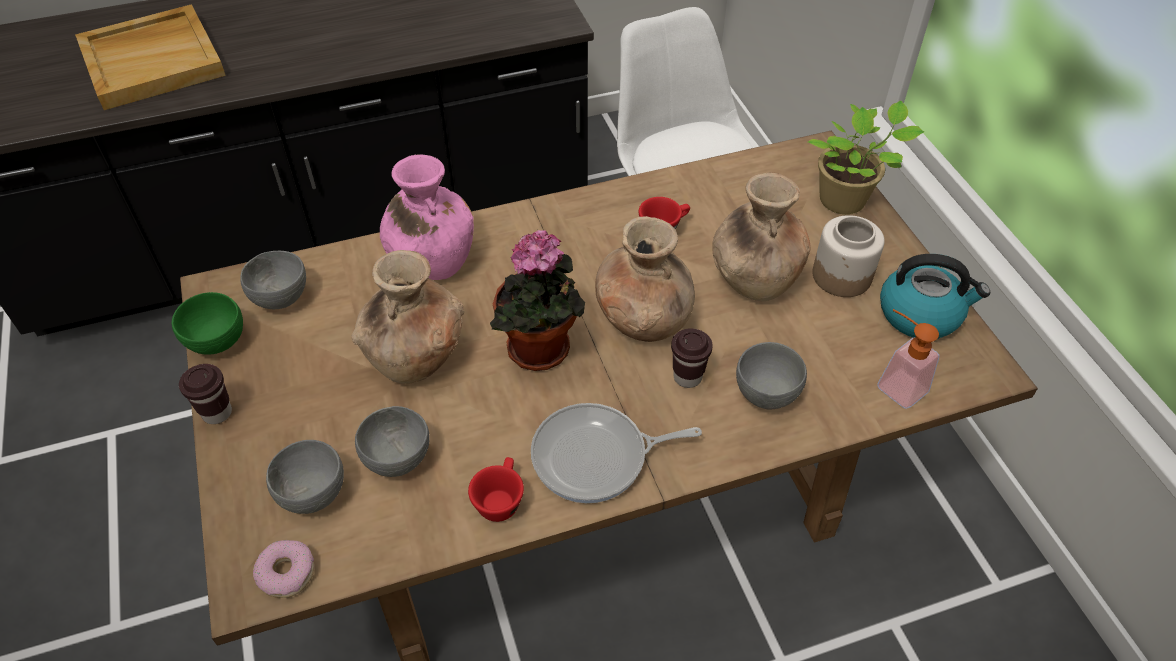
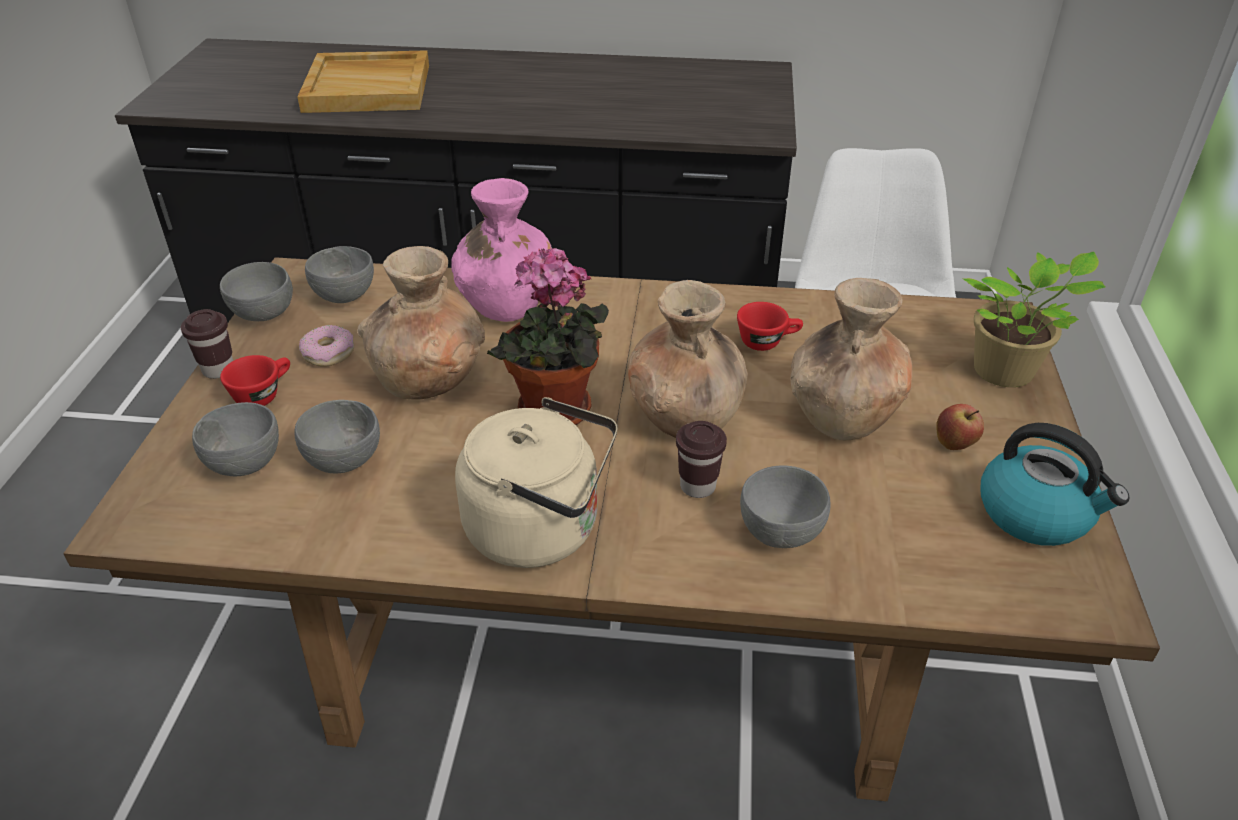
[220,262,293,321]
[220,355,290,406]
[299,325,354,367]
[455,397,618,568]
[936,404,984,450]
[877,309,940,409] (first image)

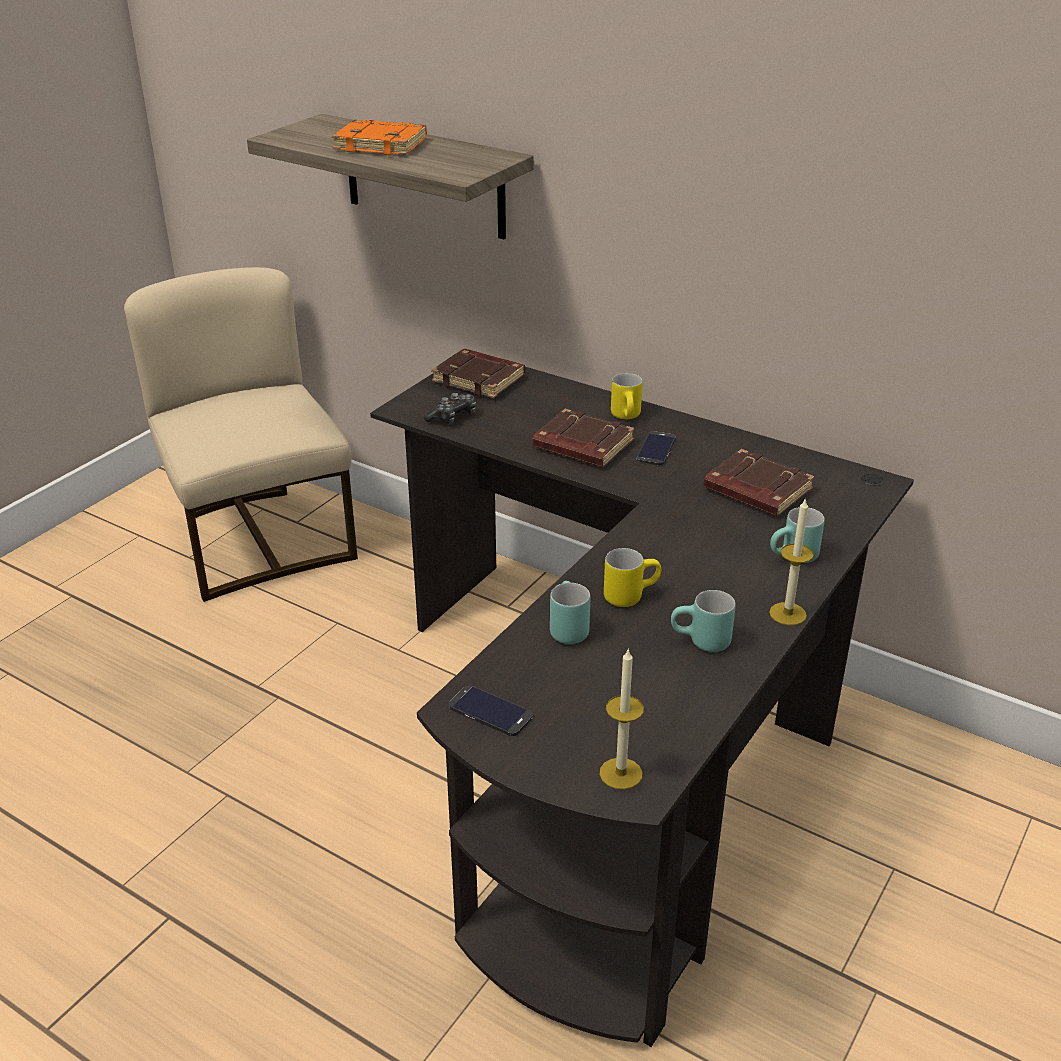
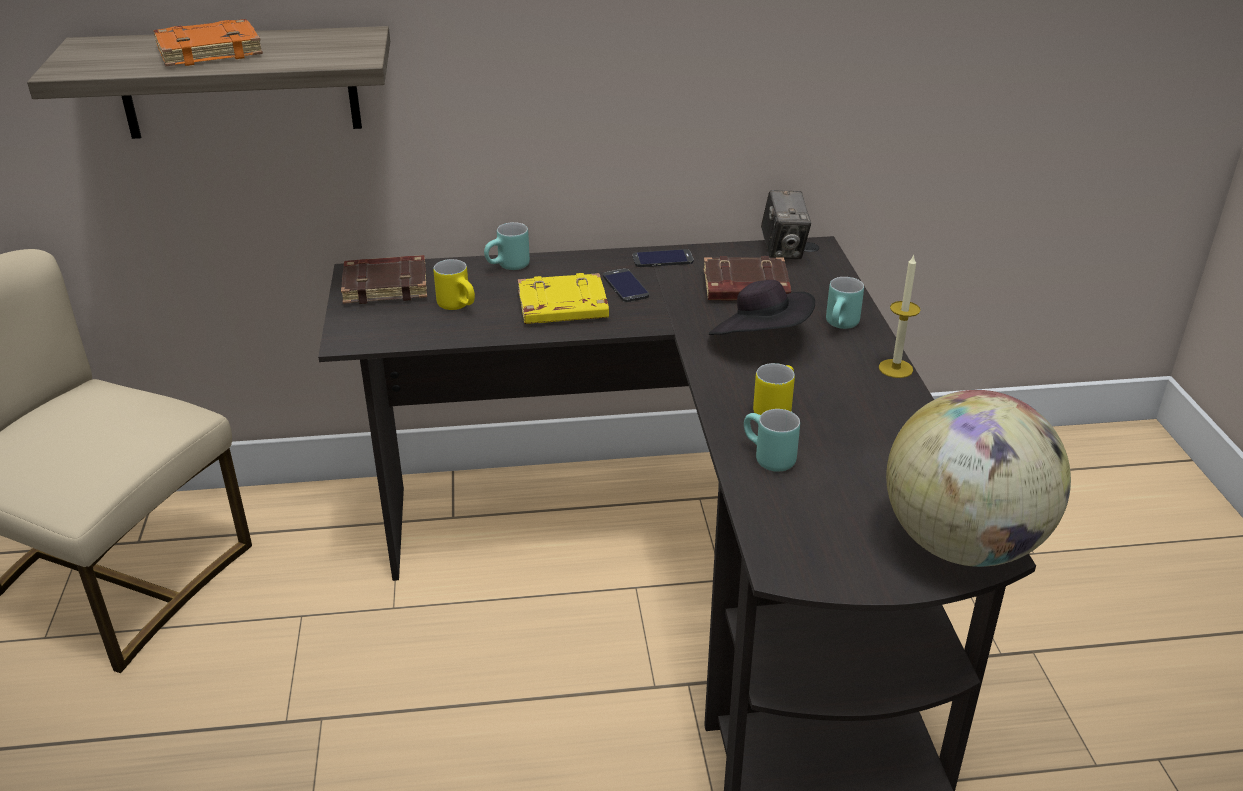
[433,259,475,310]
[484,222,530,270]
[518,273,609,324]
[633,249,693,267]
[709,280,815,335]
[761,190,811,259]
[886,390,1071,567]
[424,393,476,424] (first image)

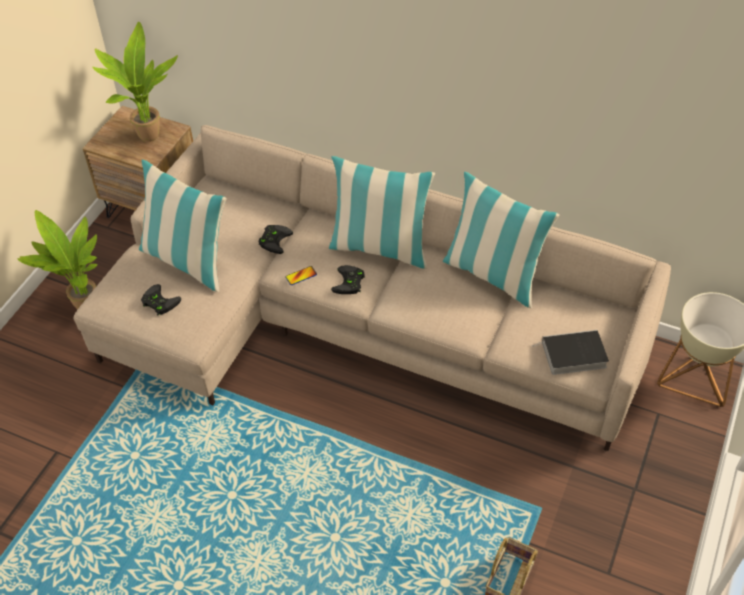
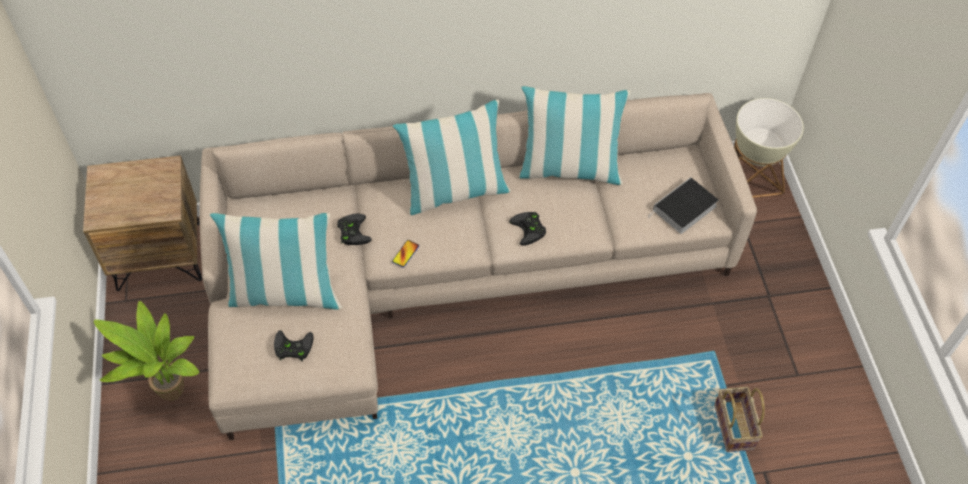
[509,212,546,246]
[92,22,178,142] (first image)

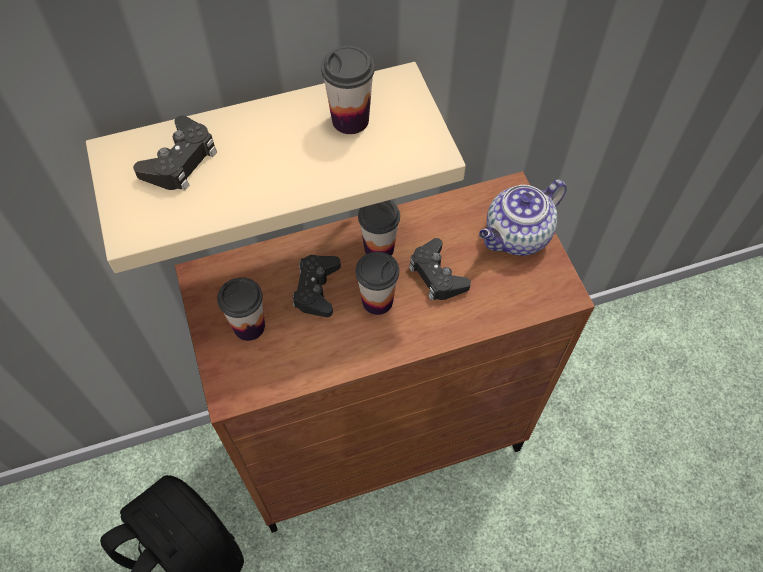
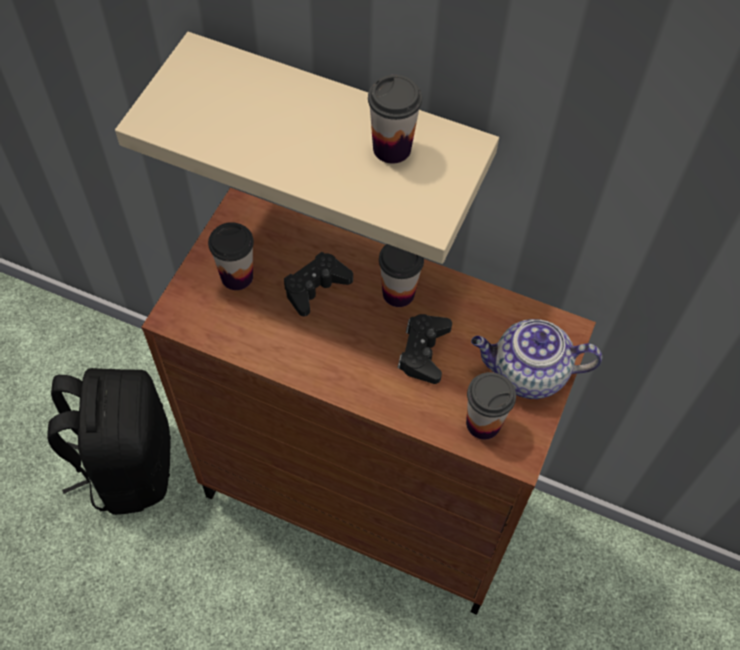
[466,372,516,440]
[133,115,217,191] (first image)

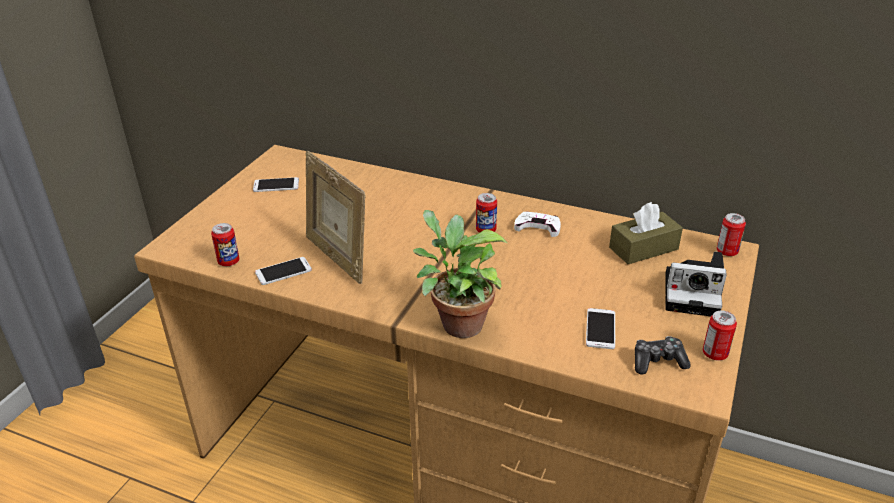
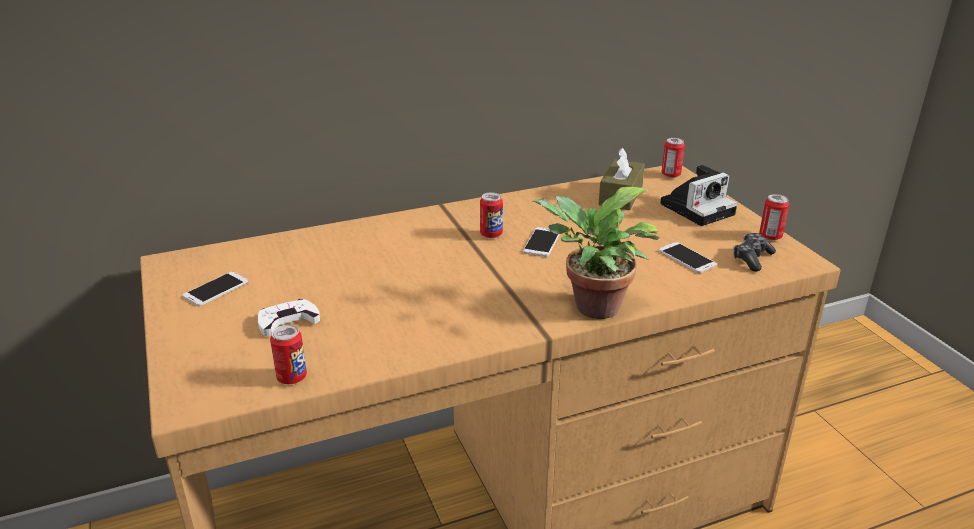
[258,299,320,336]
[523,227,560,257]
[306,150,366,284] (first image)

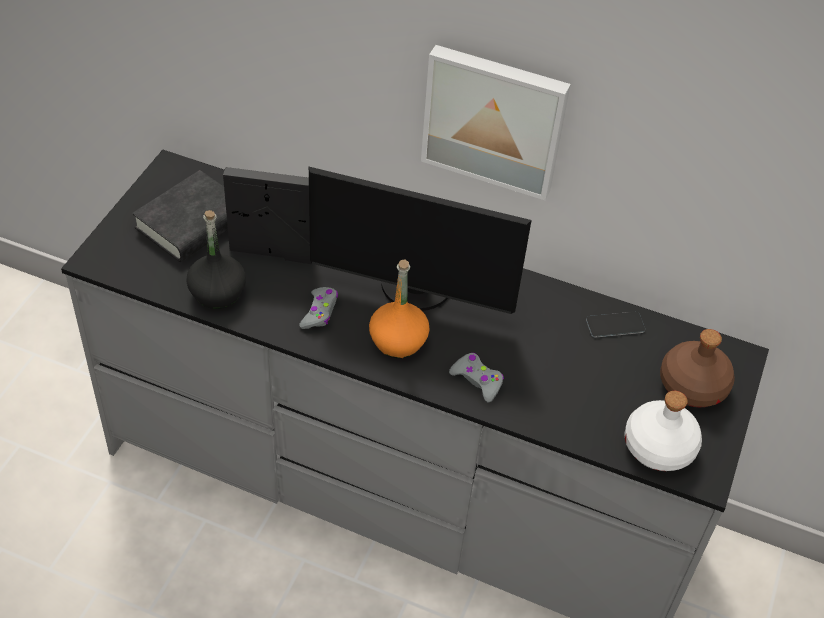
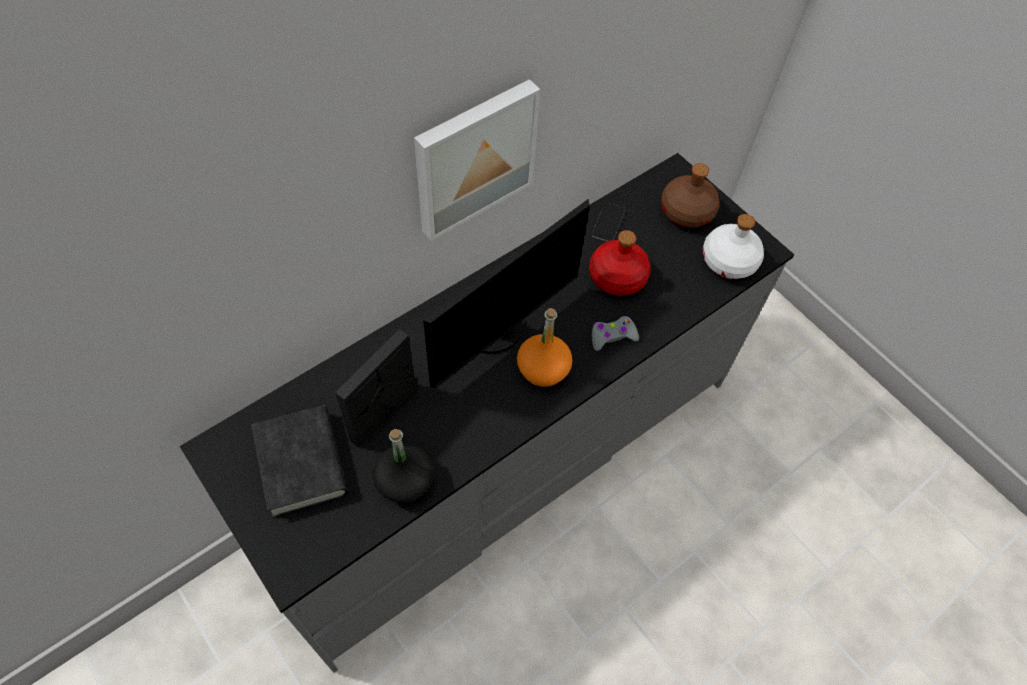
[589,230,651,296]
[299,287,338,329] (first image)

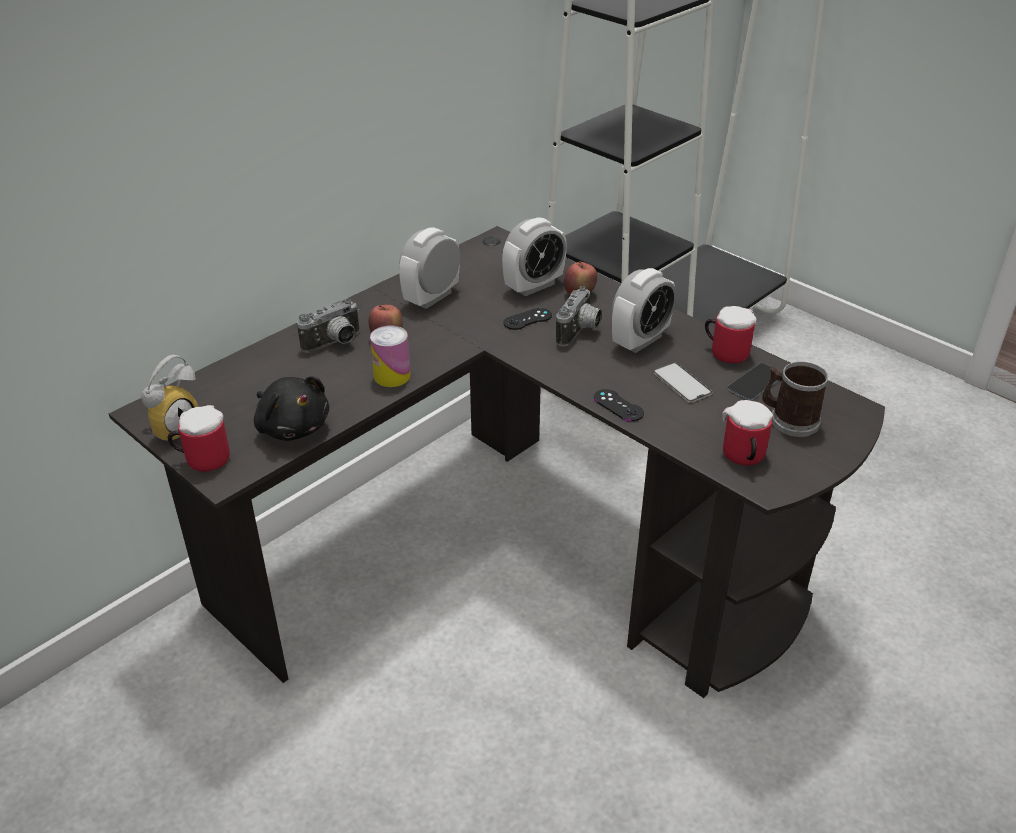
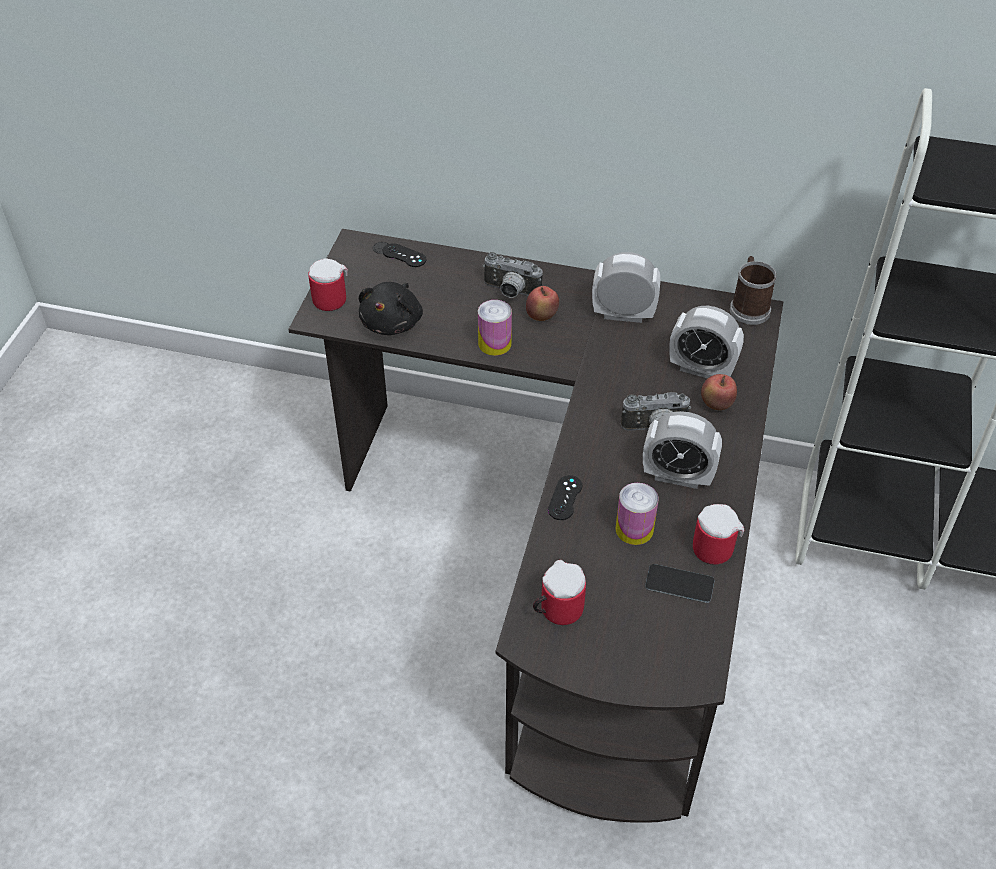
[383,243,426,267]
[616,483,658,545]
[730,256,777,325]
[141,355,198,441] (first image)

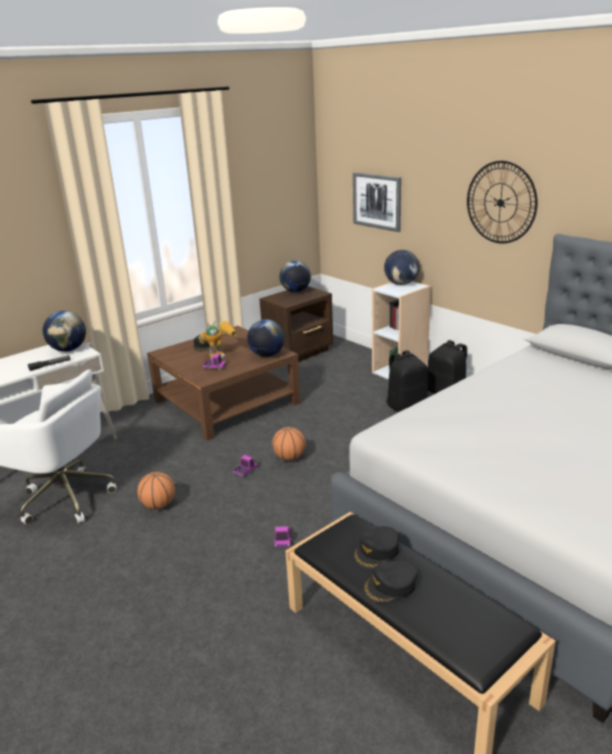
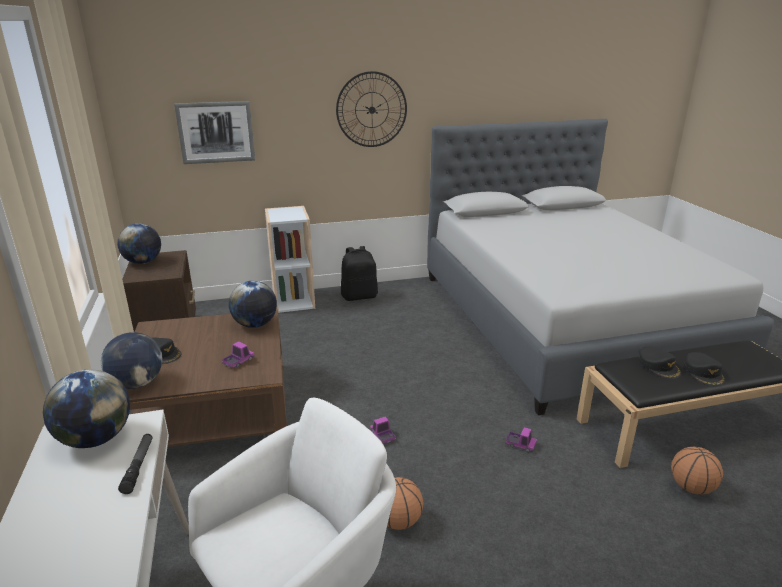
[101,332,163,389]
[671,447,723,495]
[198,321,237,360] (first image)
[386,350,428,412] (first image)

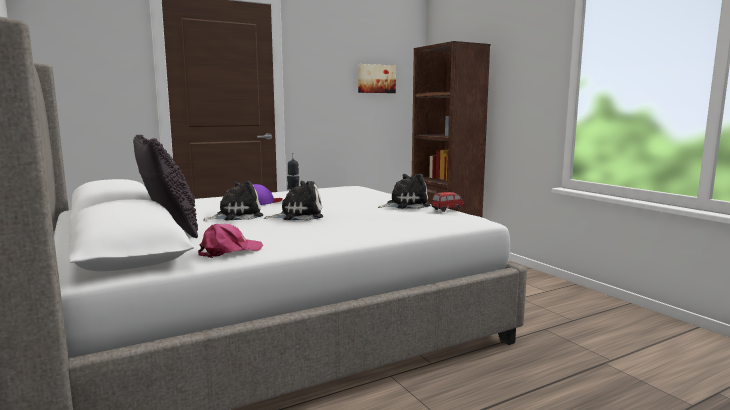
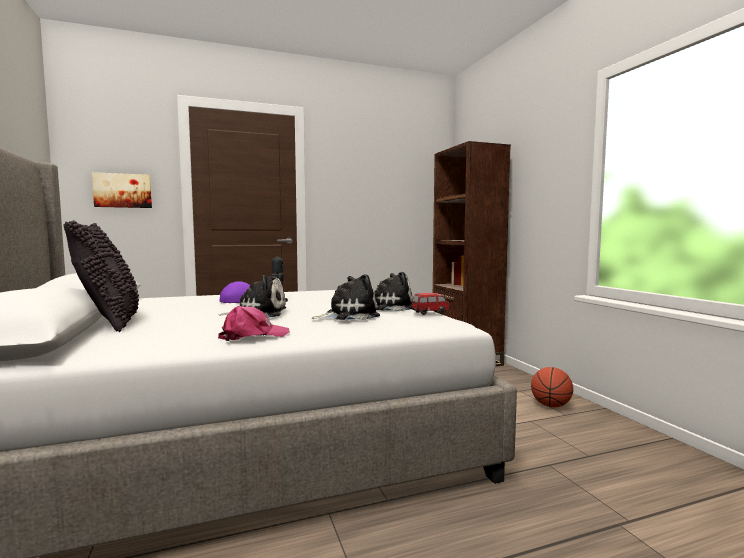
[92,172,152,208]
[218,306,290,341]
[311,274,380,320]
[531,367,573,407]

